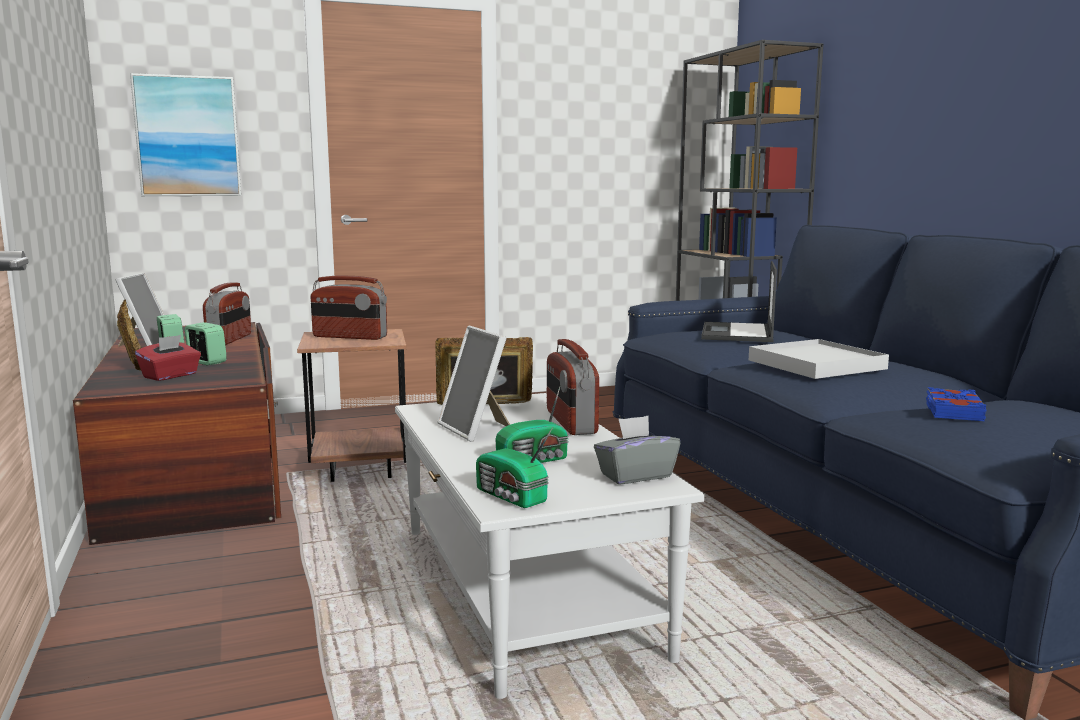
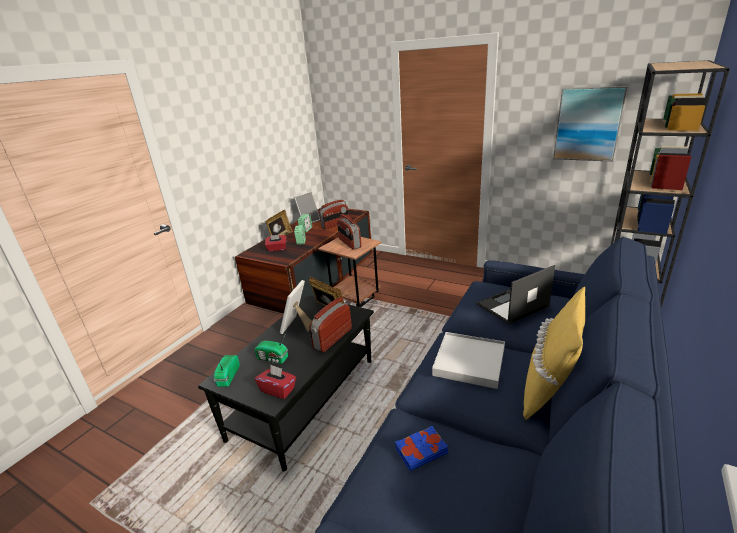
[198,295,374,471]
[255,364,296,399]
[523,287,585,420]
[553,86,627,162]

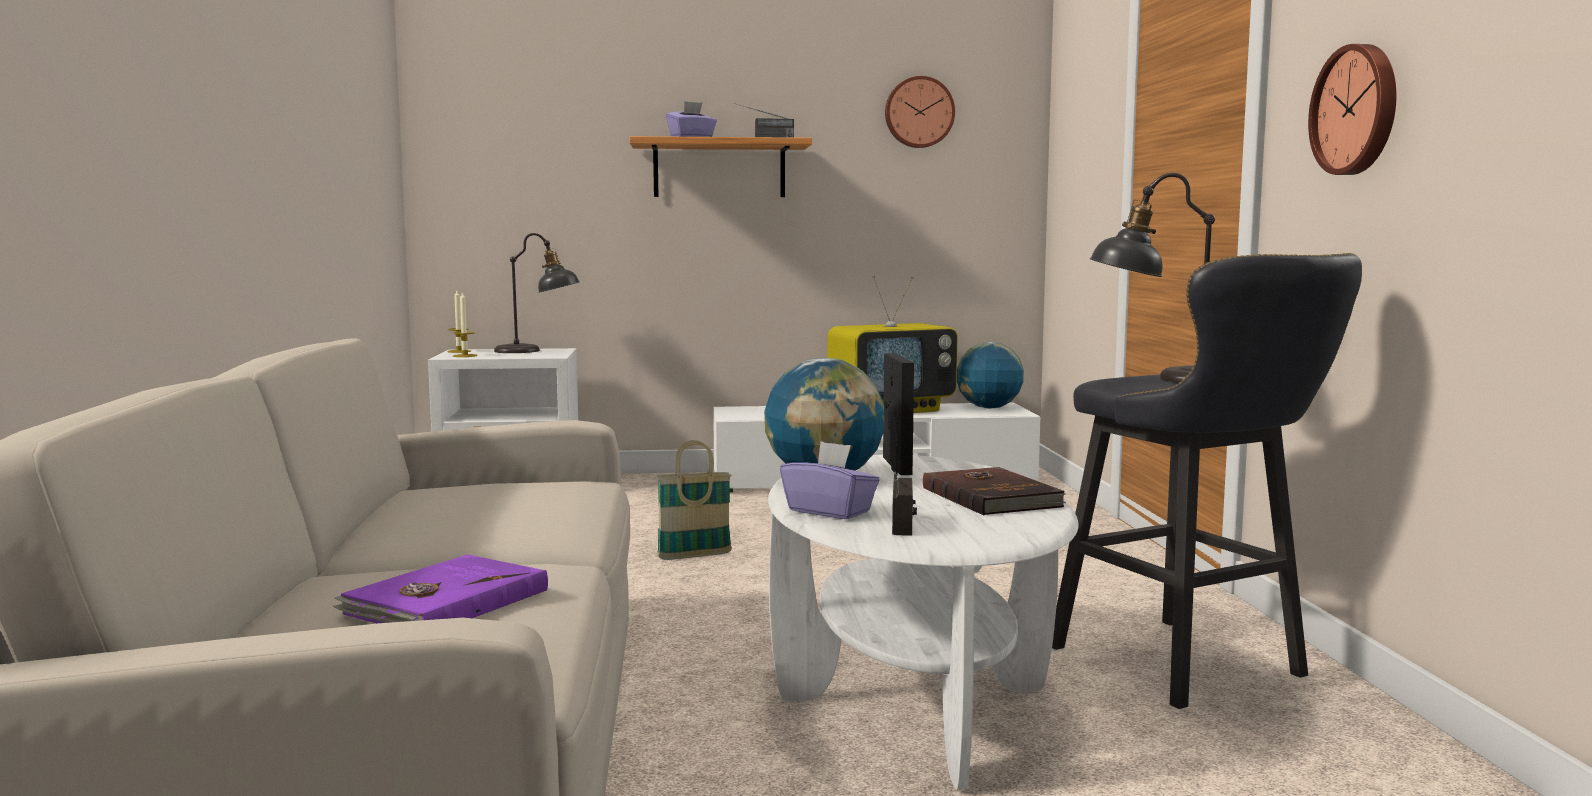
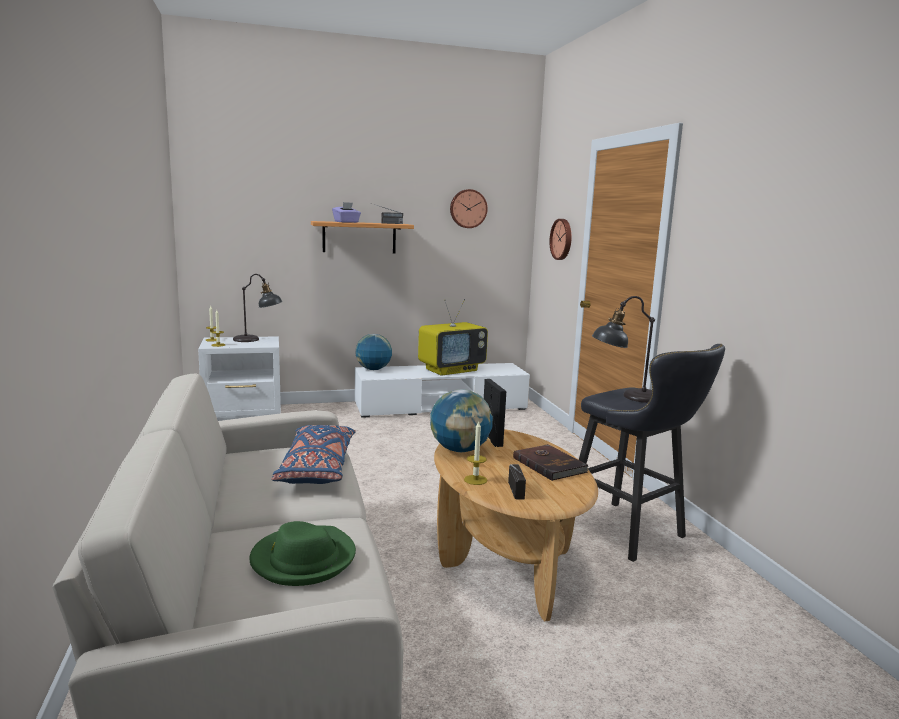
[249,521,356,586]
[271,425,356,484]
[356,334,392,370]
[434,429,598,622]
[464,420,487,485]
[549,219,572,260]
[657,440,732,560] (first image)

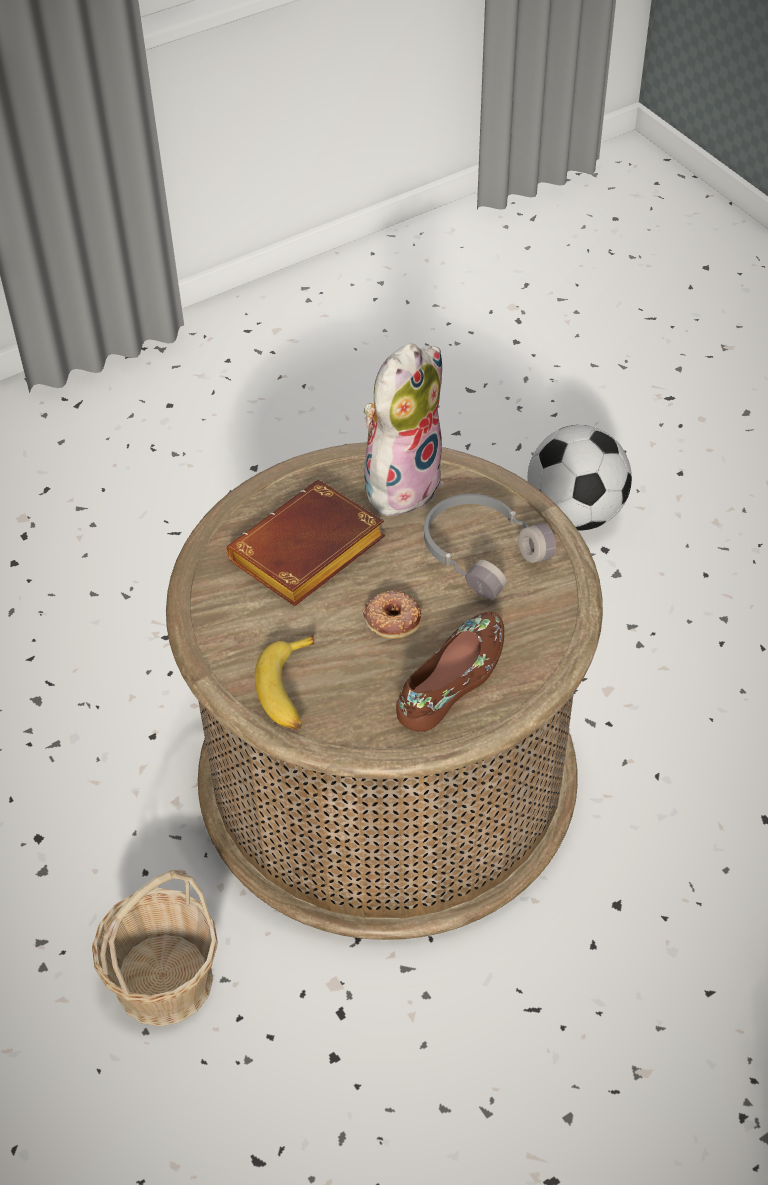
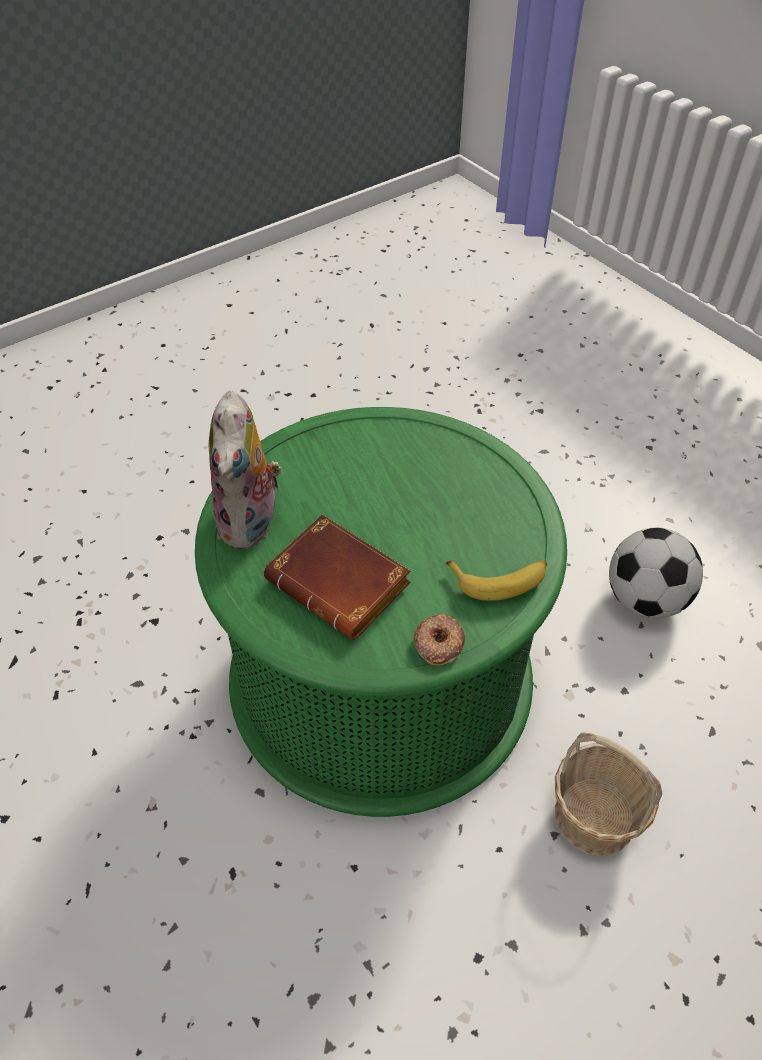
[195,407,567,817]
[209,391,282,550]
[413,614,465,665]
[609,527,703,619]
[396,612,504,732] (first image)
[424,494,556,600] (first image)

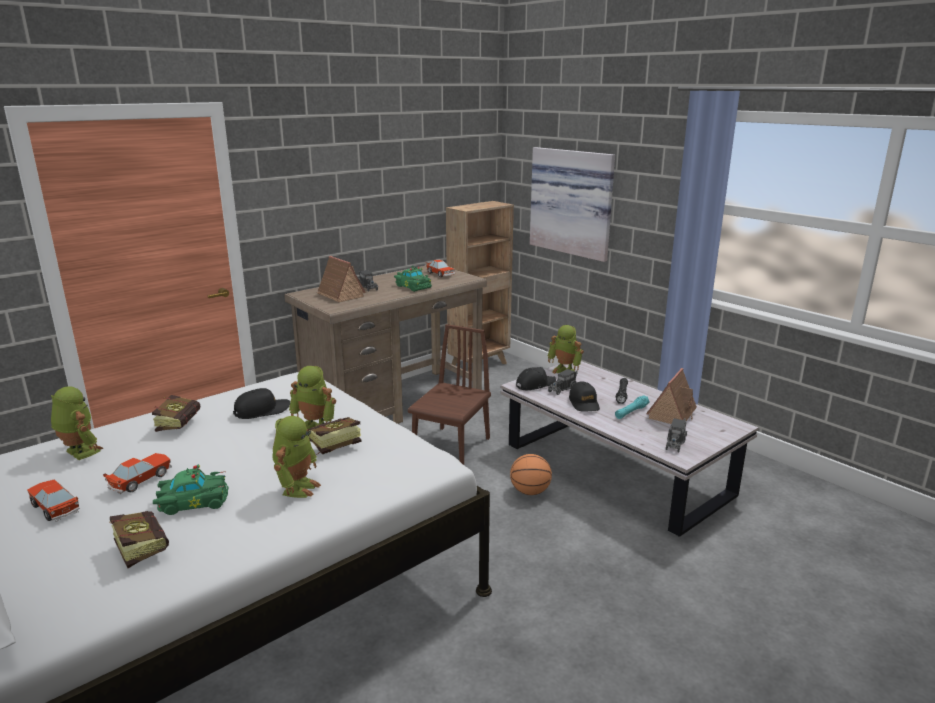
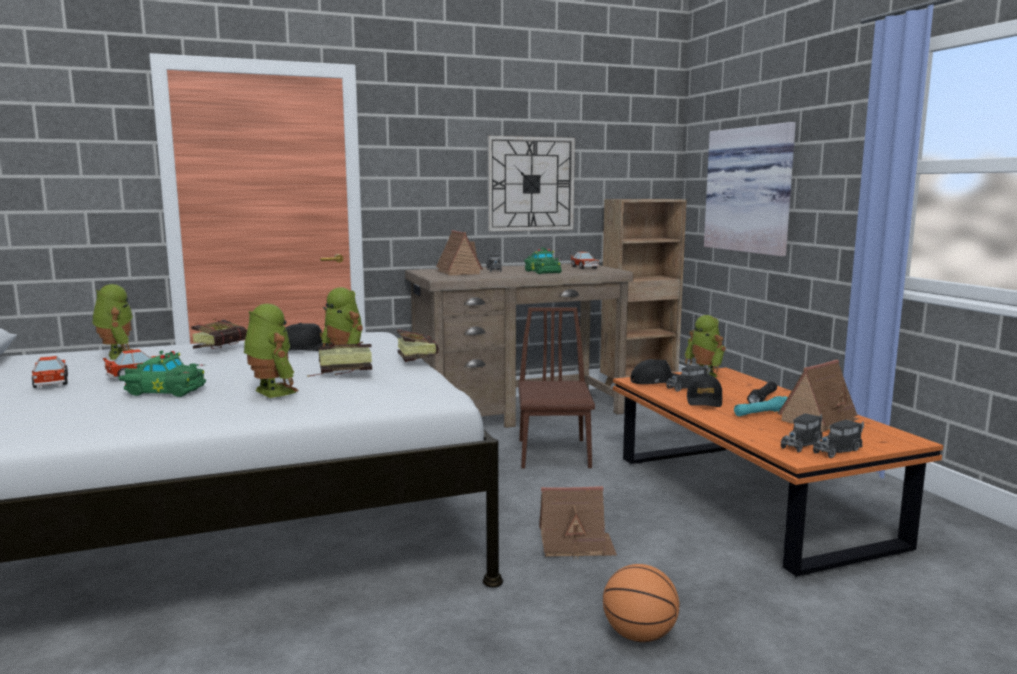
[244,304,299,398]
[397,330,439,362]
[488,136,575,231]
[518,307,595,468]
[539,486,617,557]
[603,564,680,642]
[613,367,943,577]
[813,420,864,458]

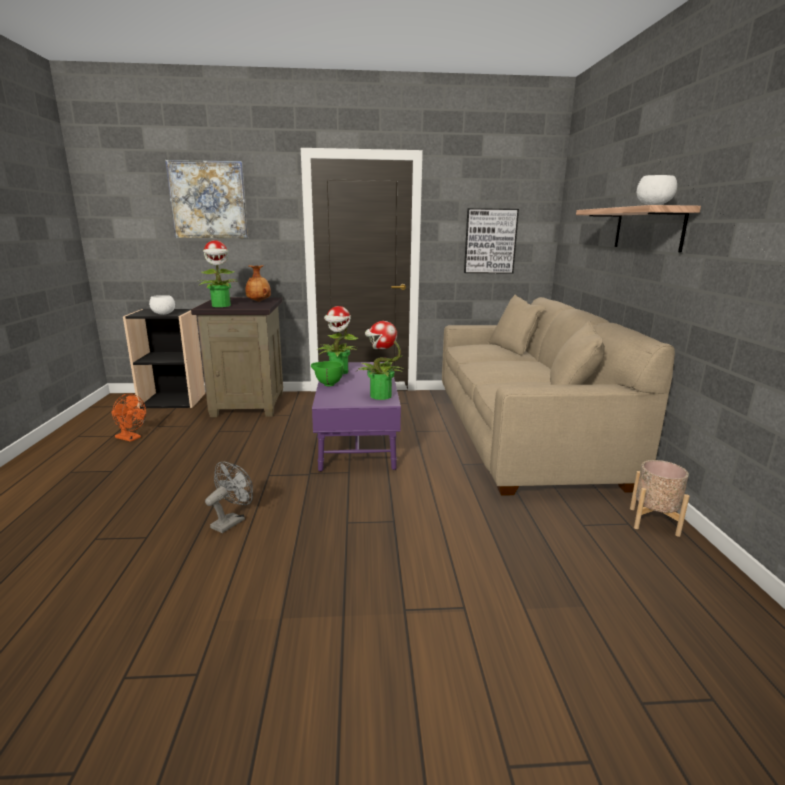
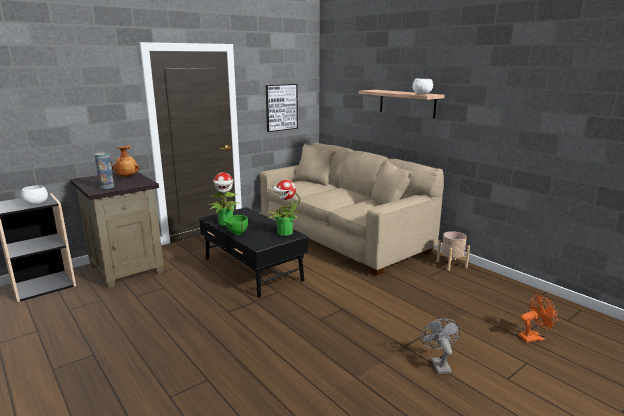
[94,152,114,189]
[199,207,308,298]
[421,319,461,374]
[518,294,558,342]
[165,160,248,238] (first image)

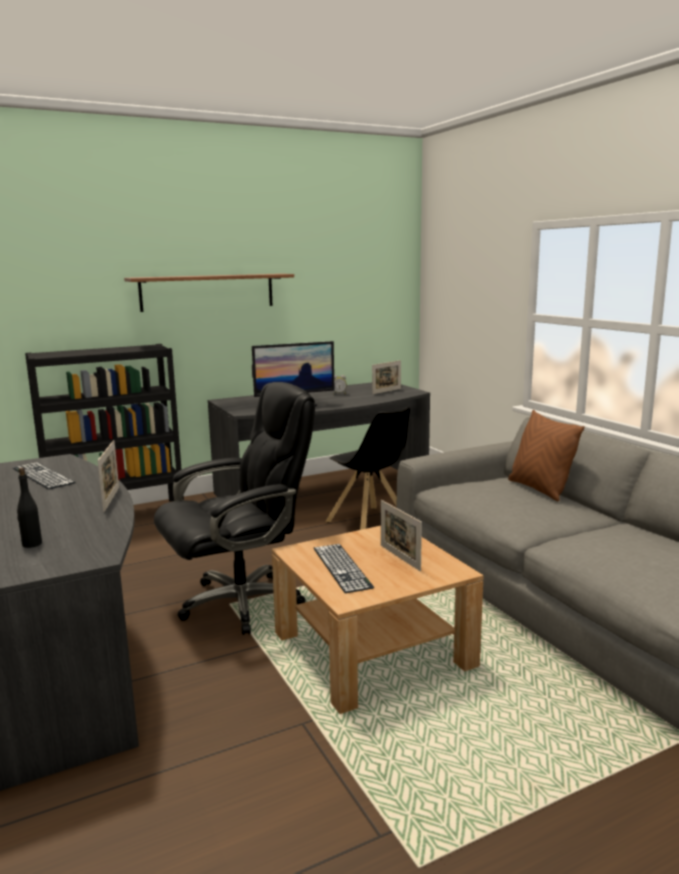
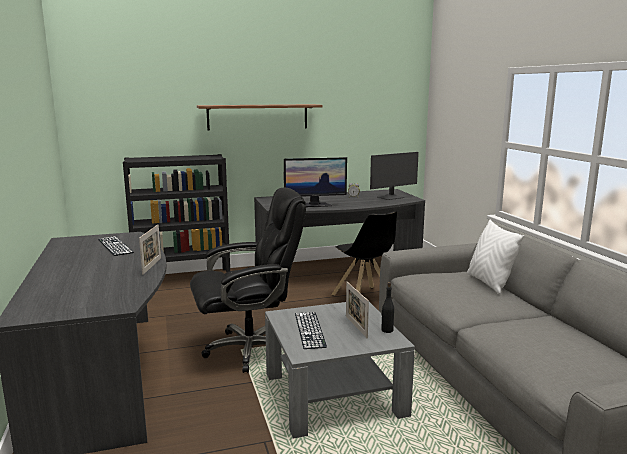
[265,302,415,439]
[370,152,419,200]
[381,282,394,333]
[467,219,524,294]

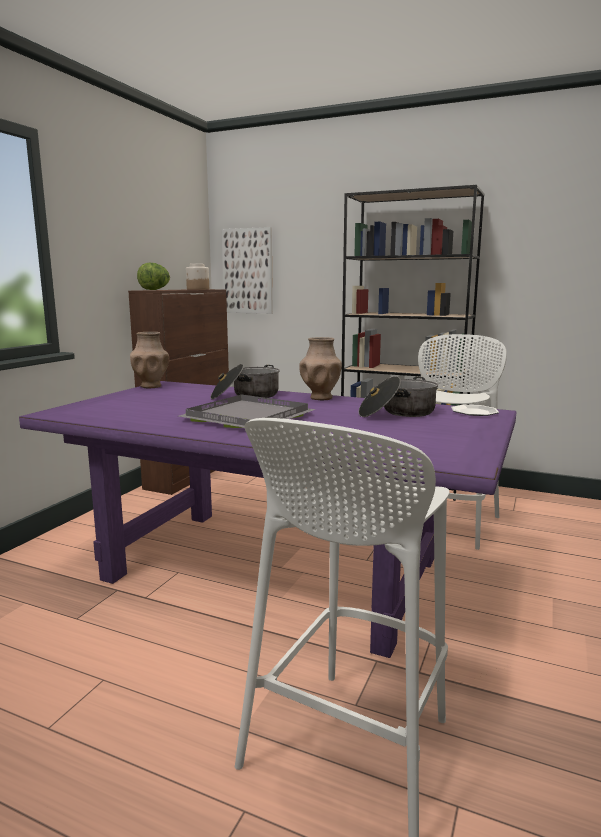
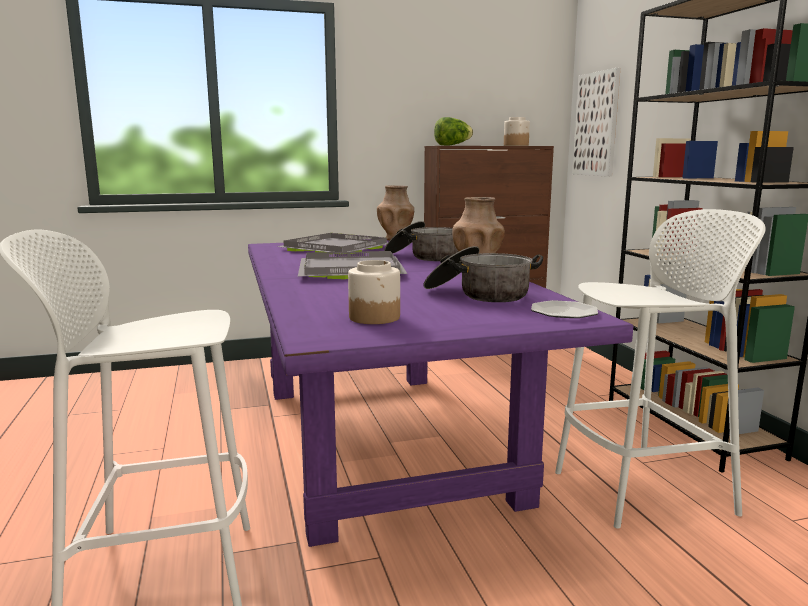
[276,233,388,254]
[348,260,400,324]

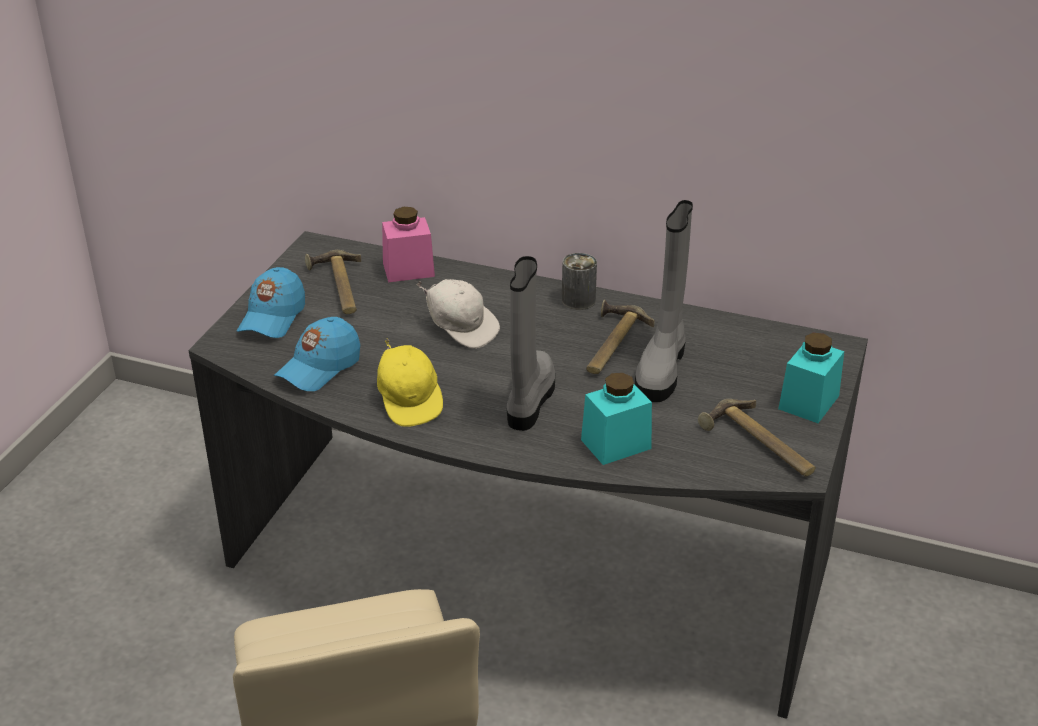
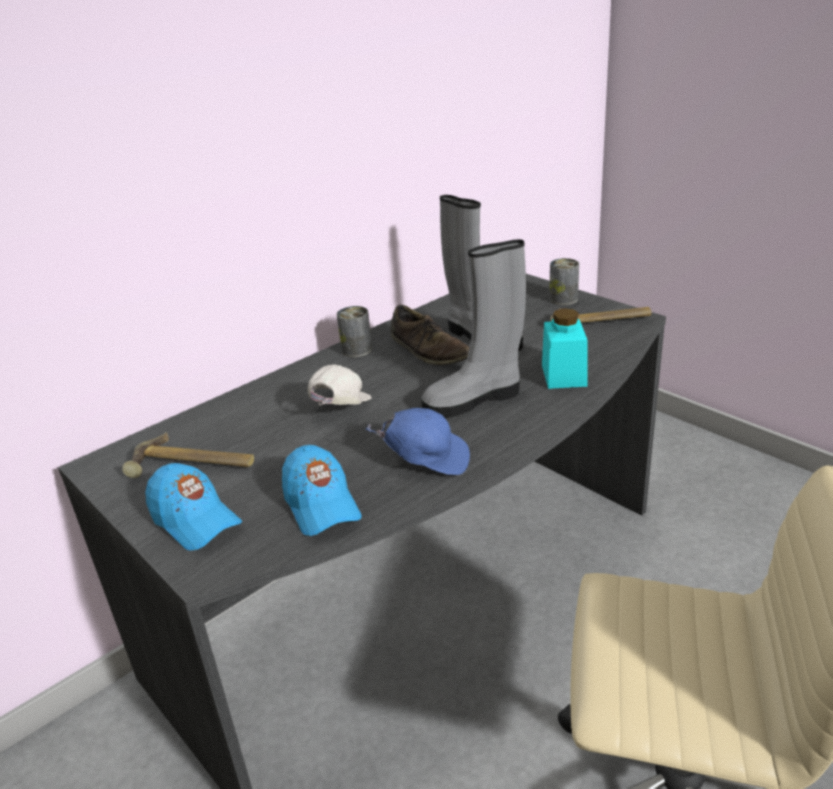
[308,365,372,405]
[366,408,470,475]
[391,305,469,365]
[421,239,526,418]
[549,258,579,305]
[382,207,435,282] (first image)

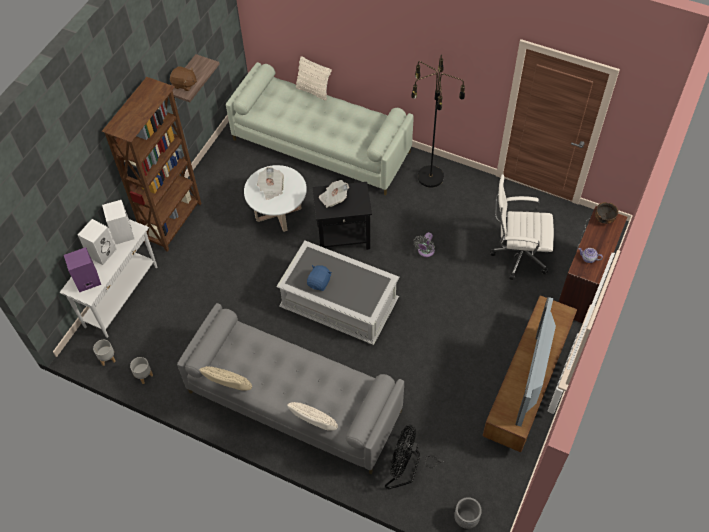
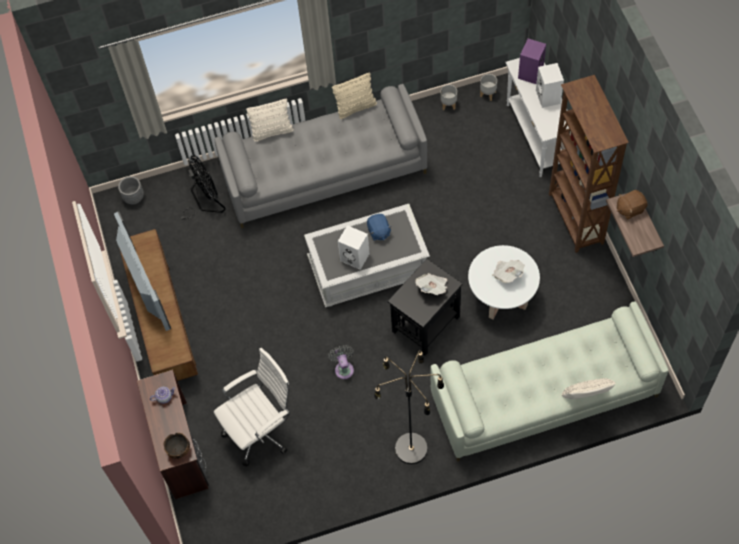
[338,225,370,270]

